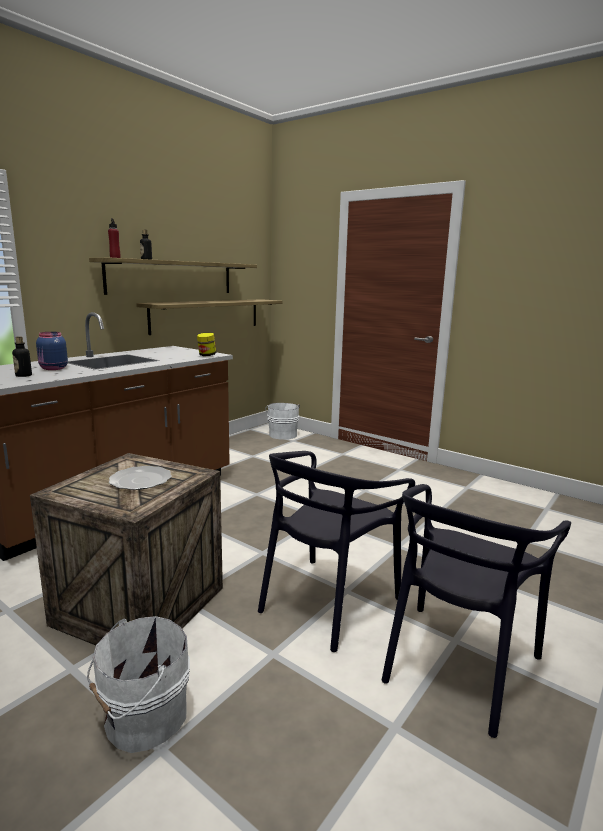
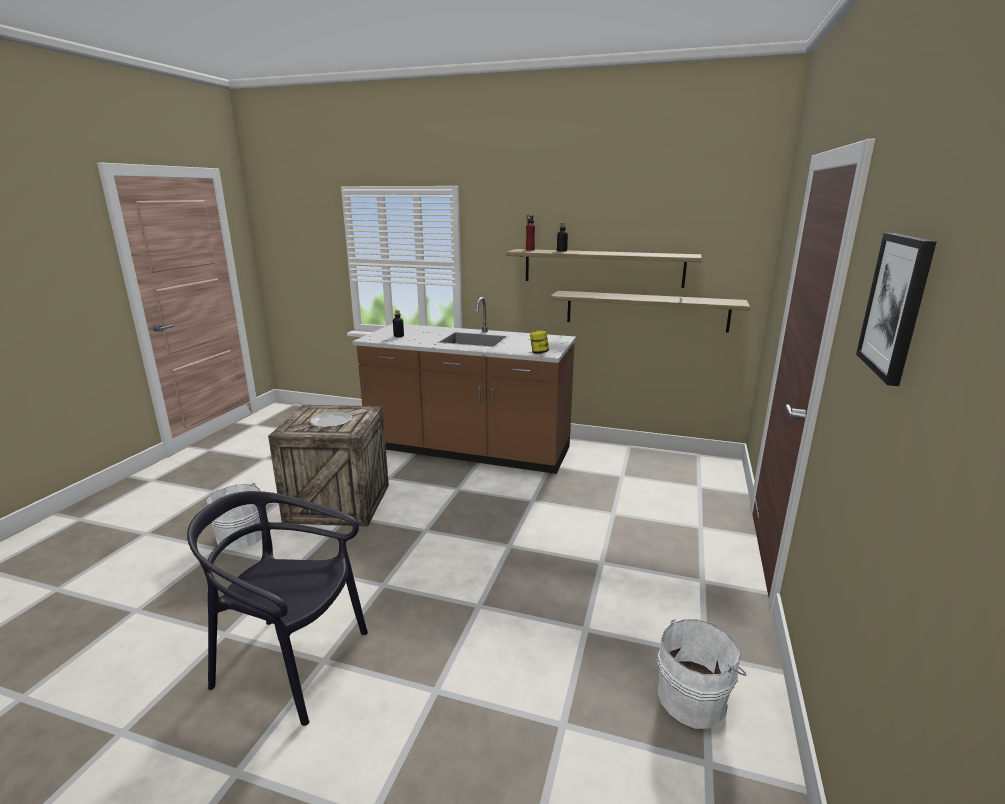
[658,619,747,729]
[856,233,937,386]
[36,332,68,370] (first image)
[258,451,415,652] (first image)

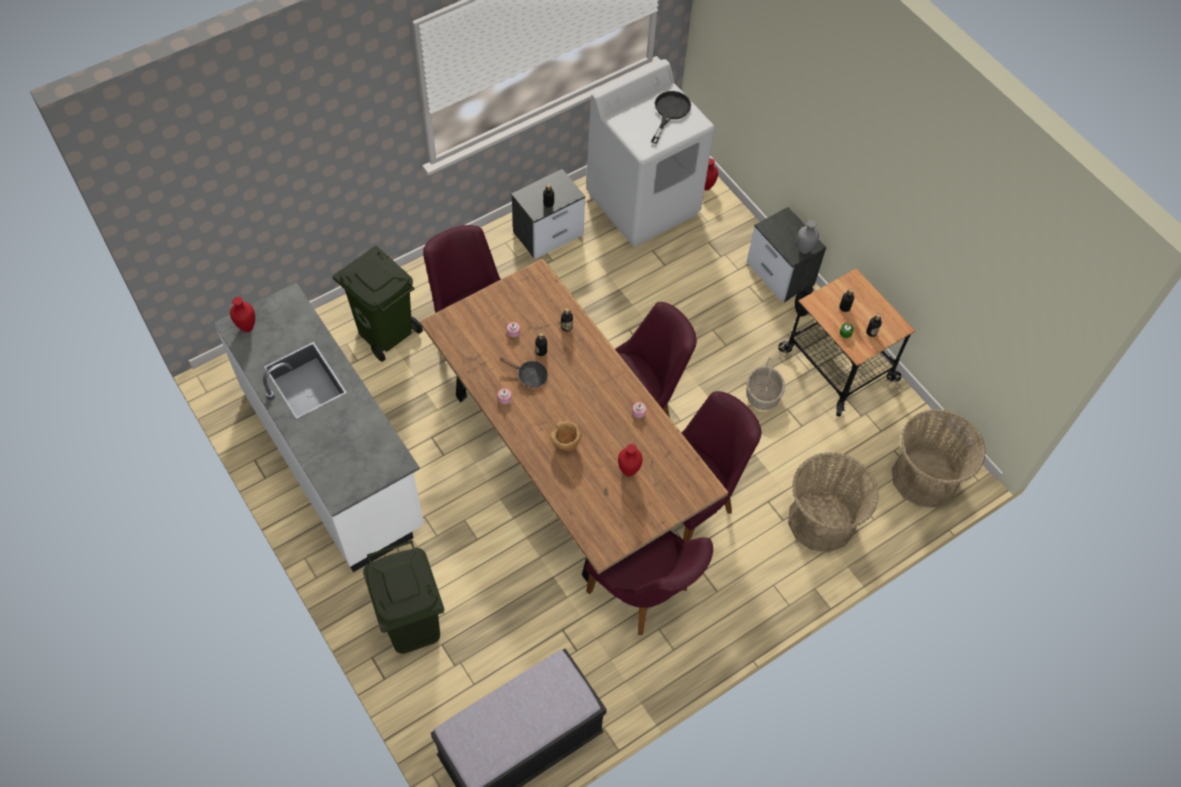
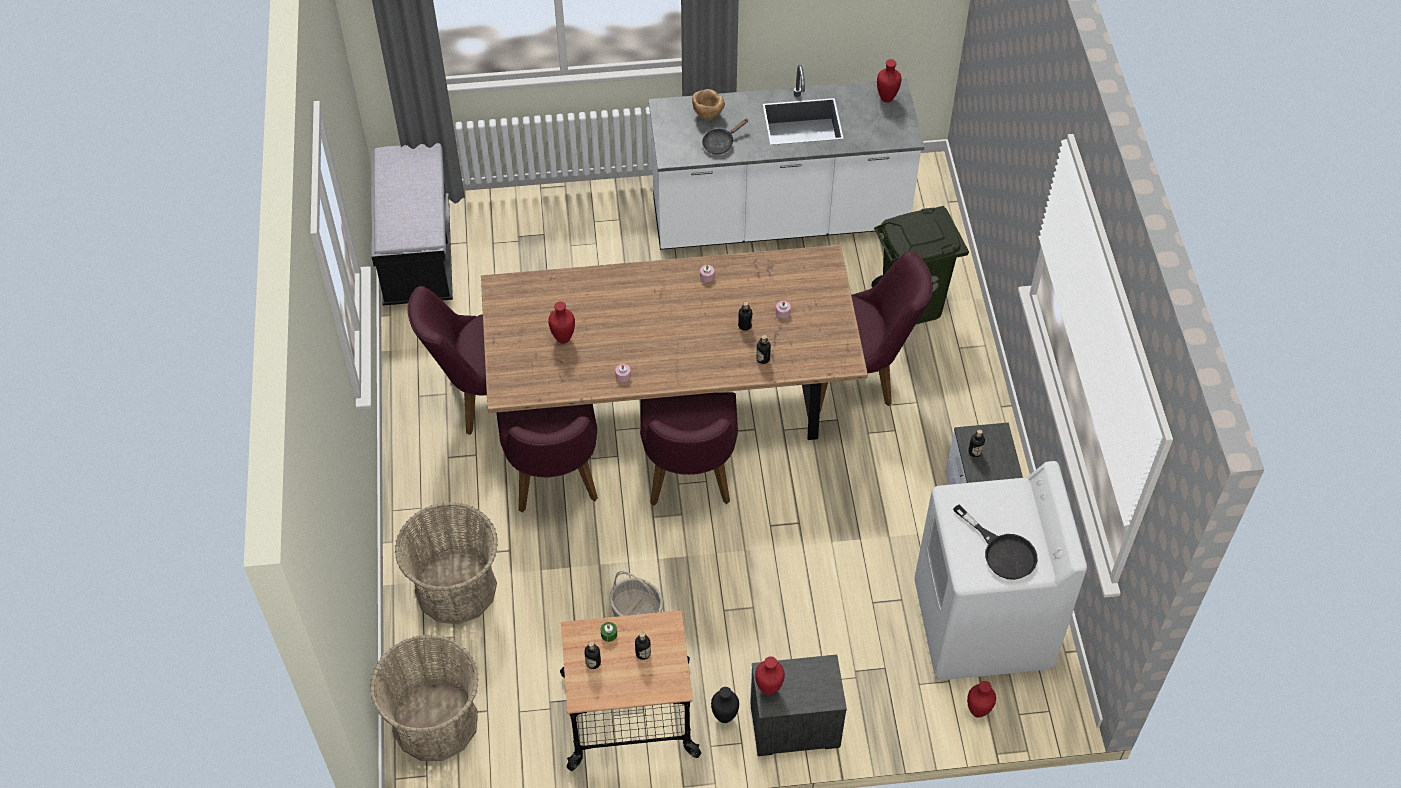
[692,89,725,120]
[702,119,748,155]
[755,656,785,695]
[363,540,444,654] (first image)

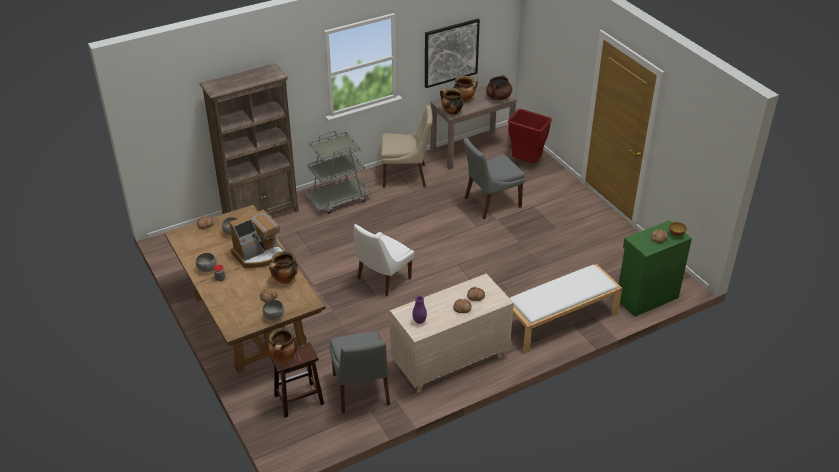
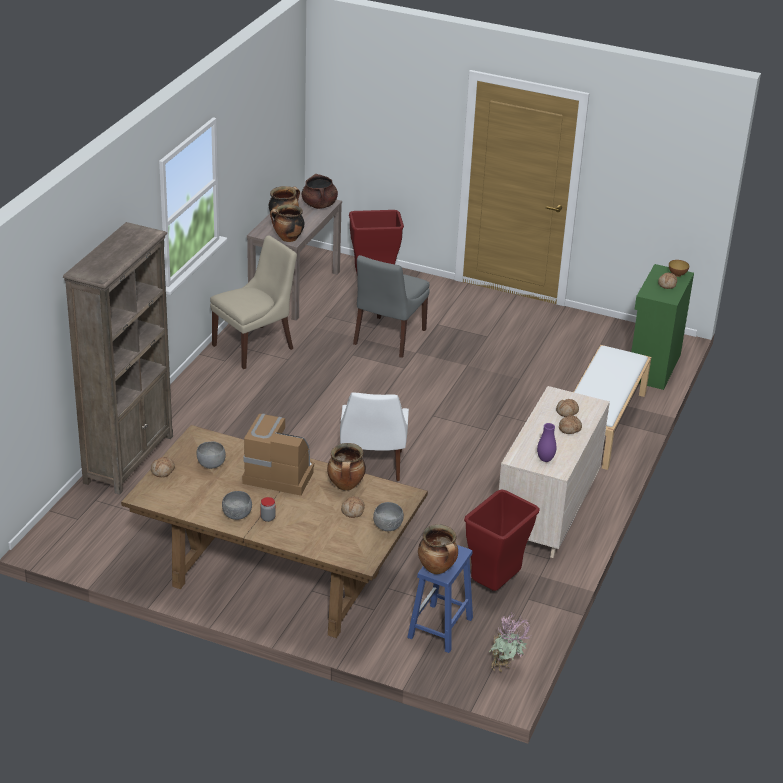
[242,413,314,496]
[407,545,473,653]
[464,489,540,591]
[489,611,530,672]
[305,130,371,214] (first image)
[425,19,480,88] (first image)

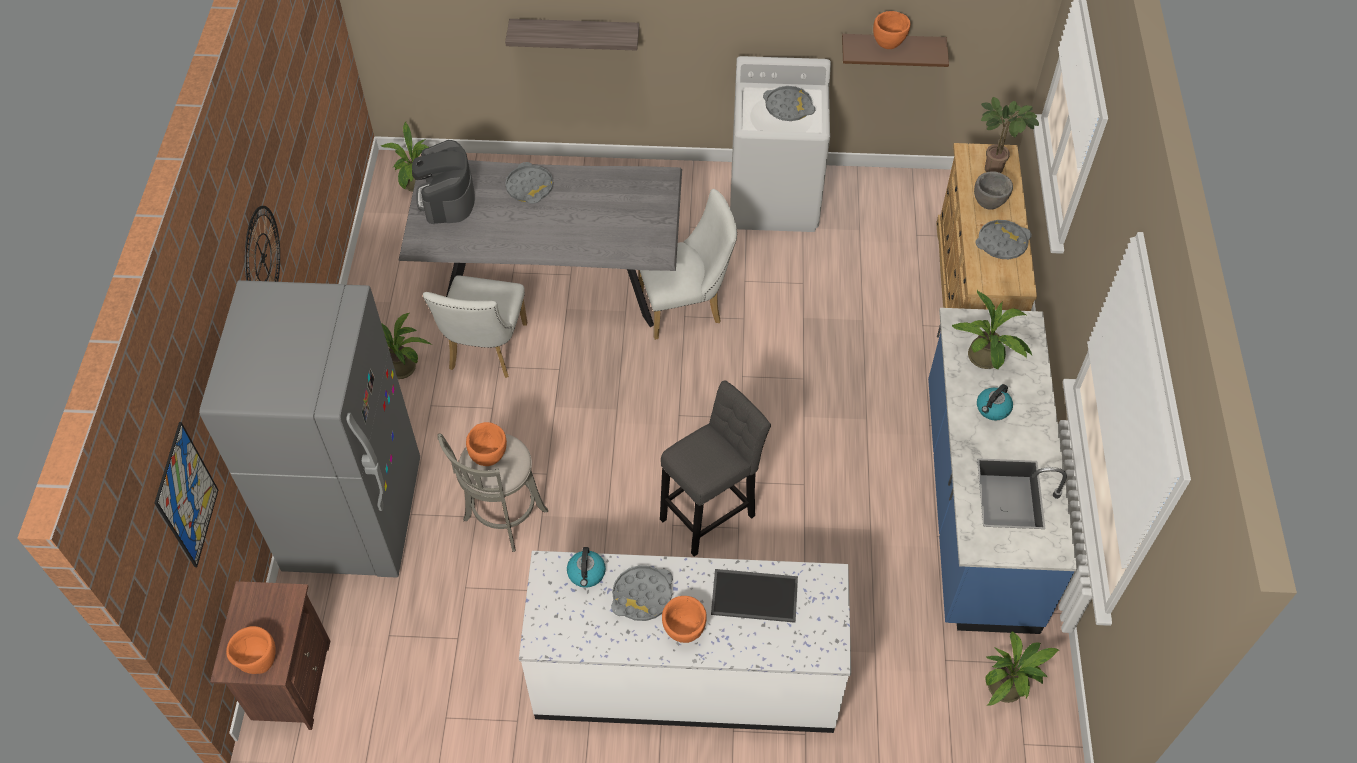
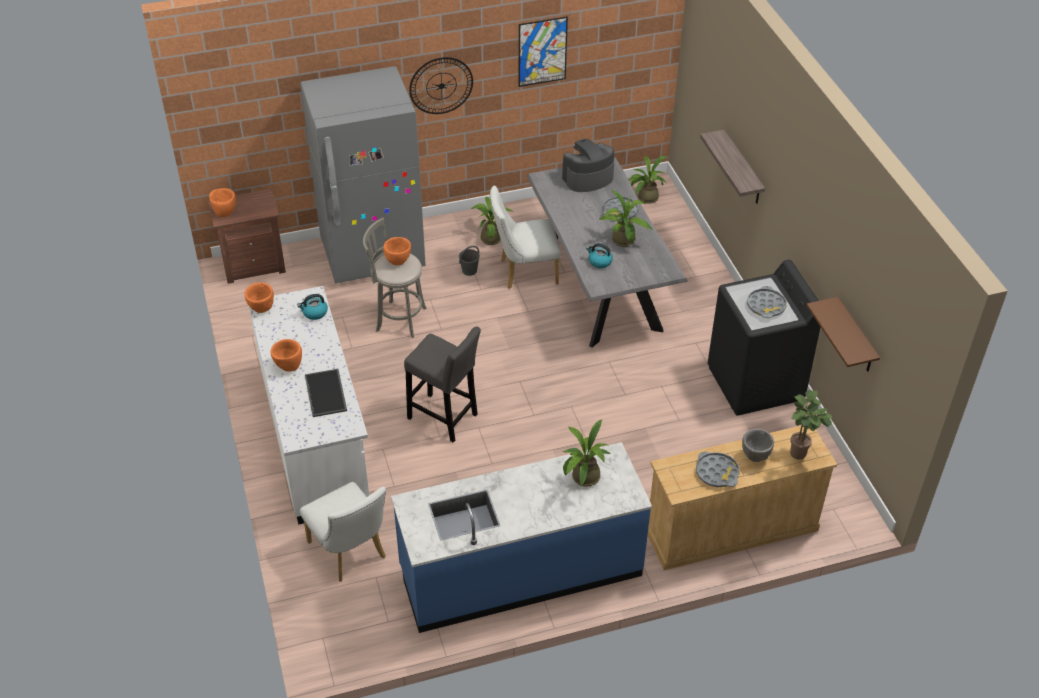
[244,282,274,313]
[300,482,386,582]
[459,246,480,276]
[518,16,568,87]
[586,243,613,268]
[599,190,653,247]
[708,260,821,416]
[611,565,673,621] (first image)

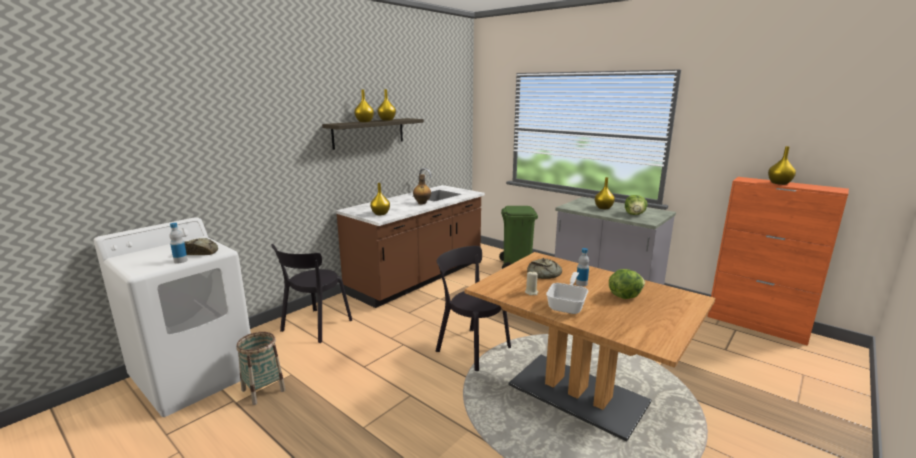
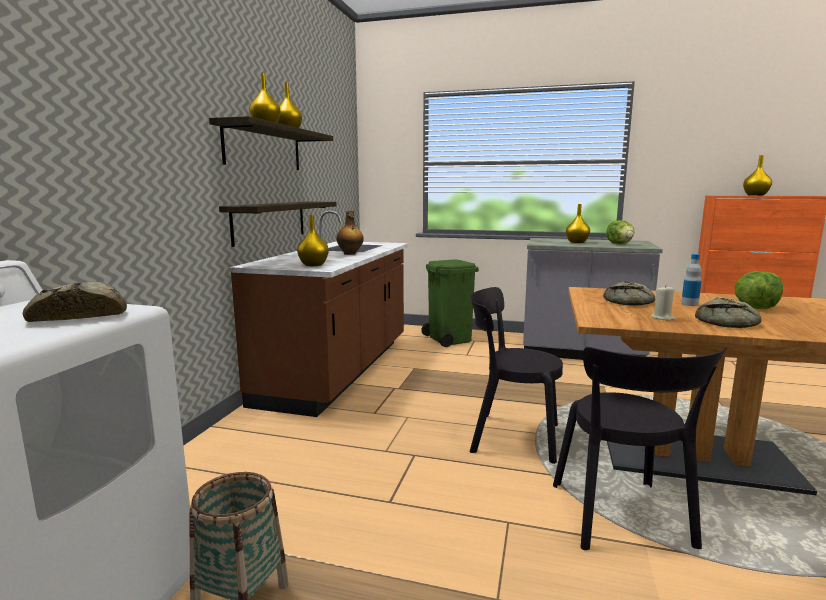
[219,202,337,247]
[553,347,727,550]
[695,297,761,328]
[169,223,188,263] (first image)

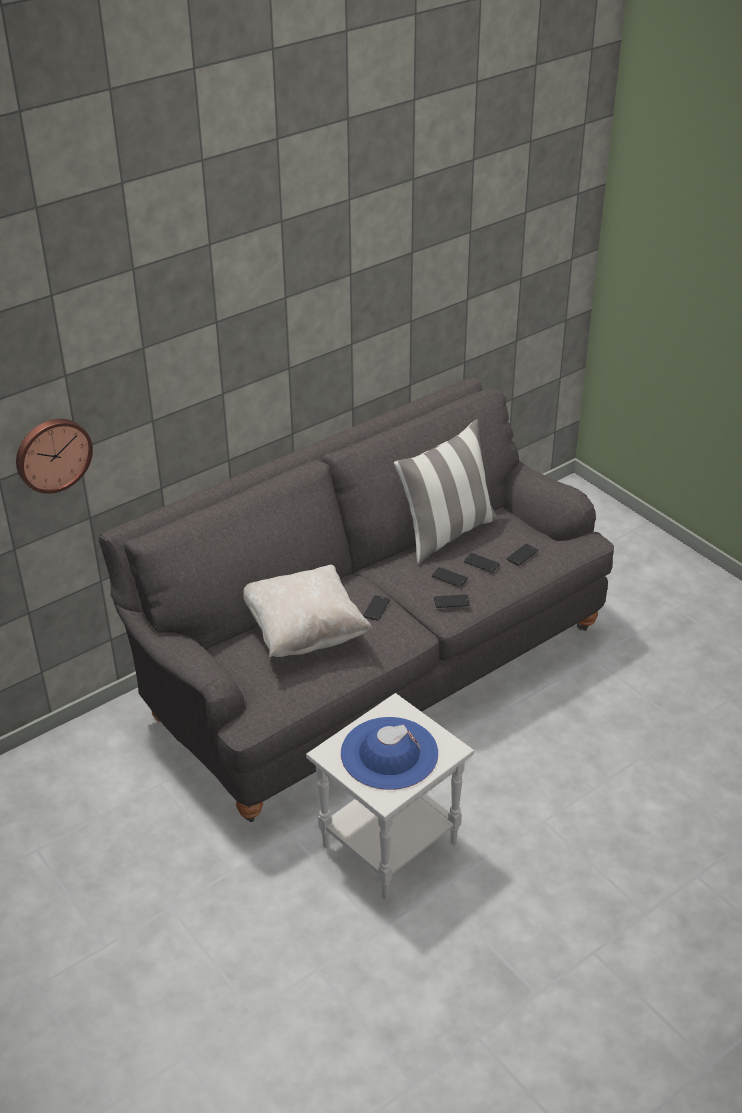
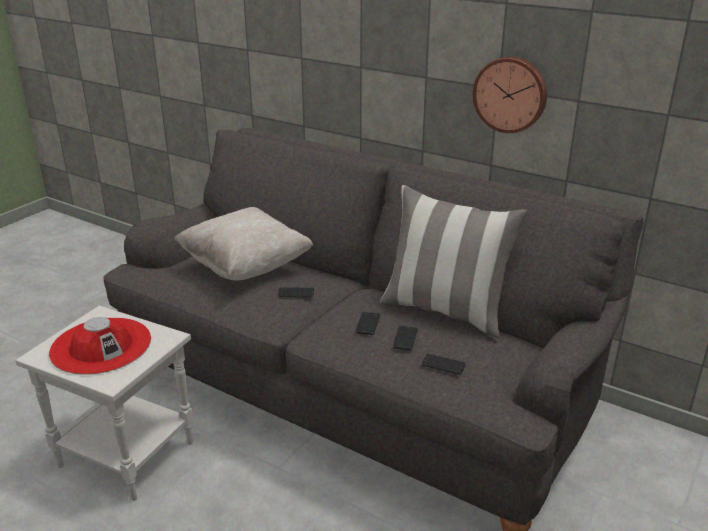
[49,317,151,375]
[473,56,547,133]
[434,594,470,608] (first image)

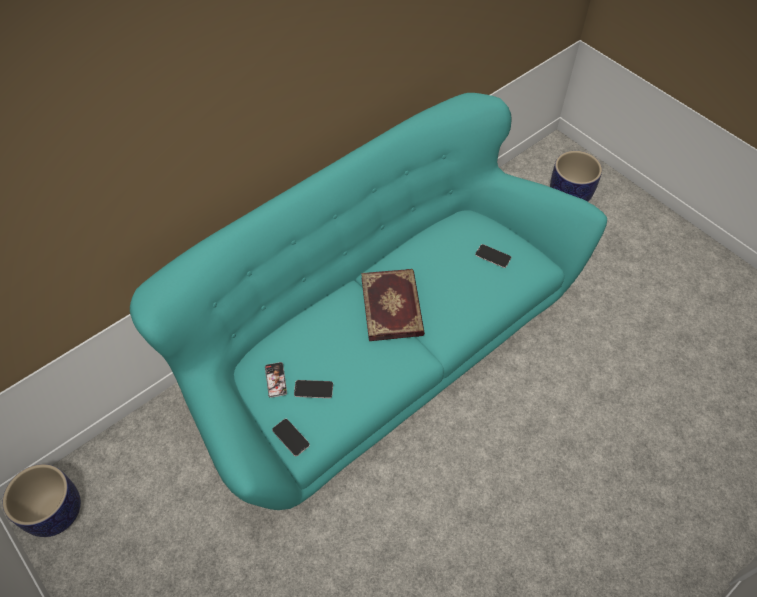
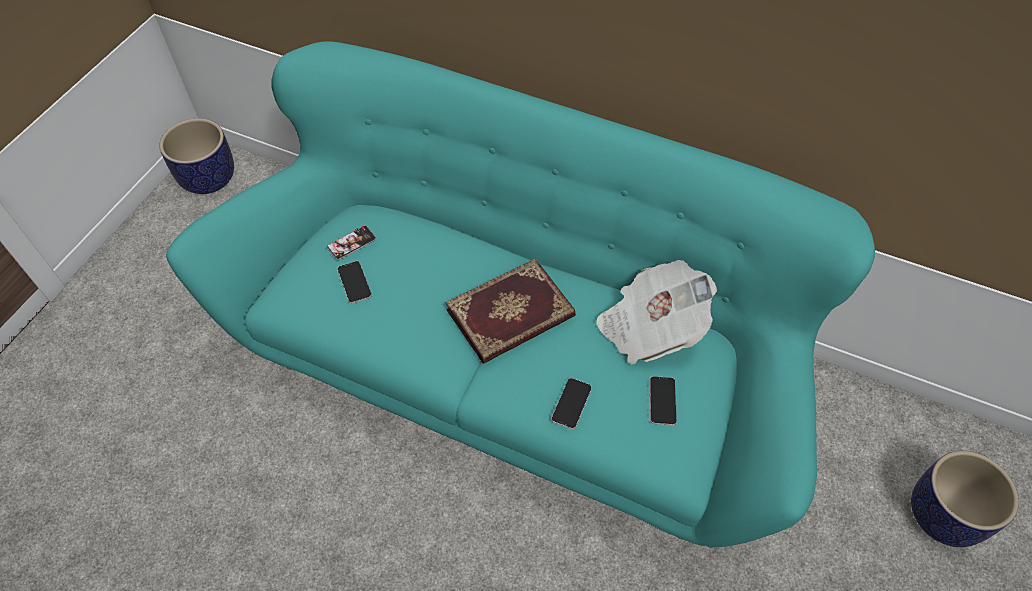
[551,378,592,429]
[596,260,717,365]

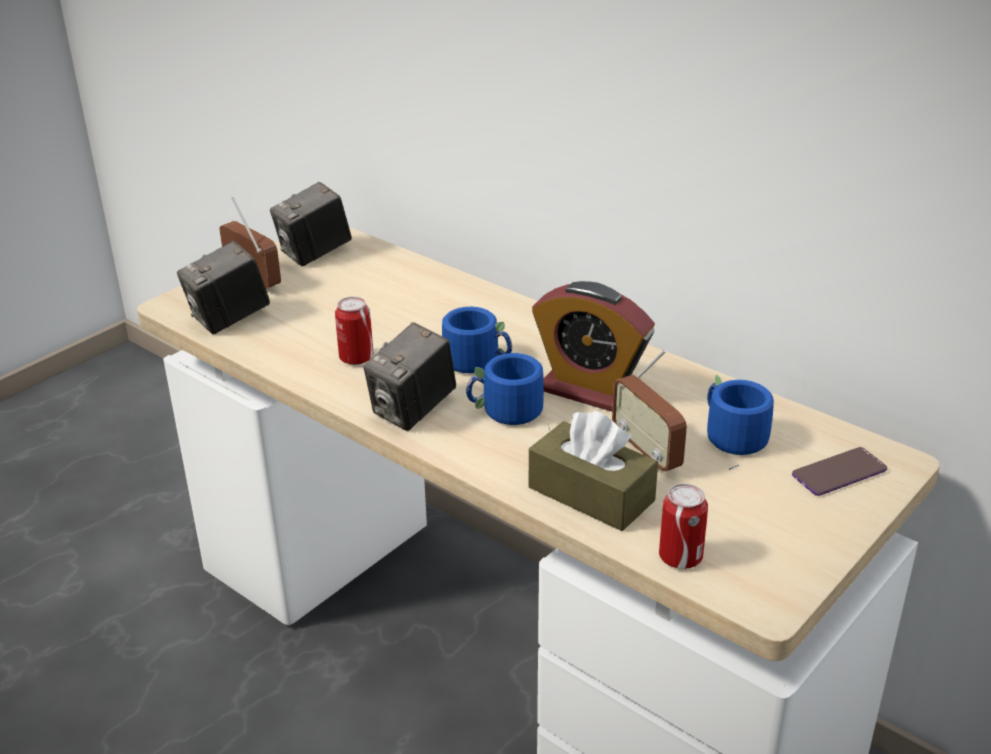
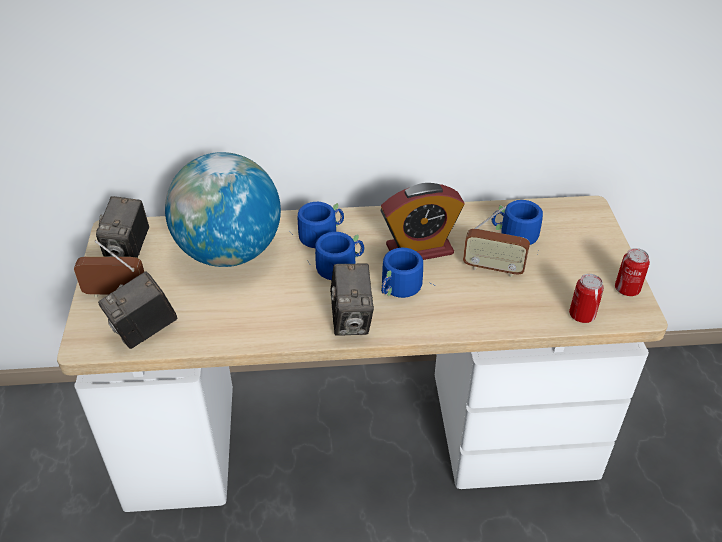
[98,271,177,349]
[165,152,281,267]
[290,202,344,248]
[615,248,650,296]
[529,411,658,531] (first image)
[792,447,887,496] (first image)

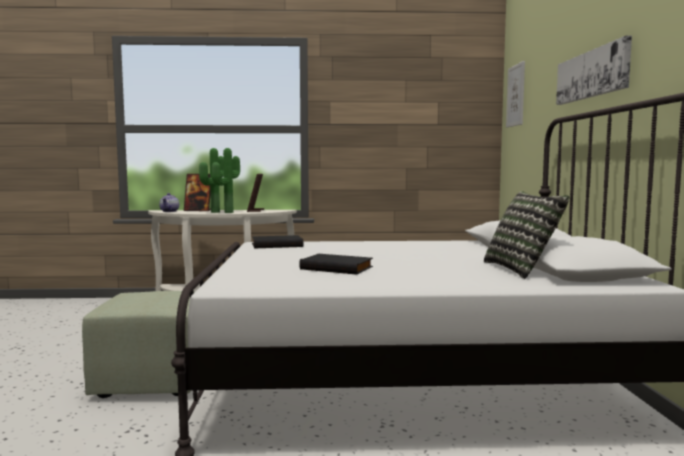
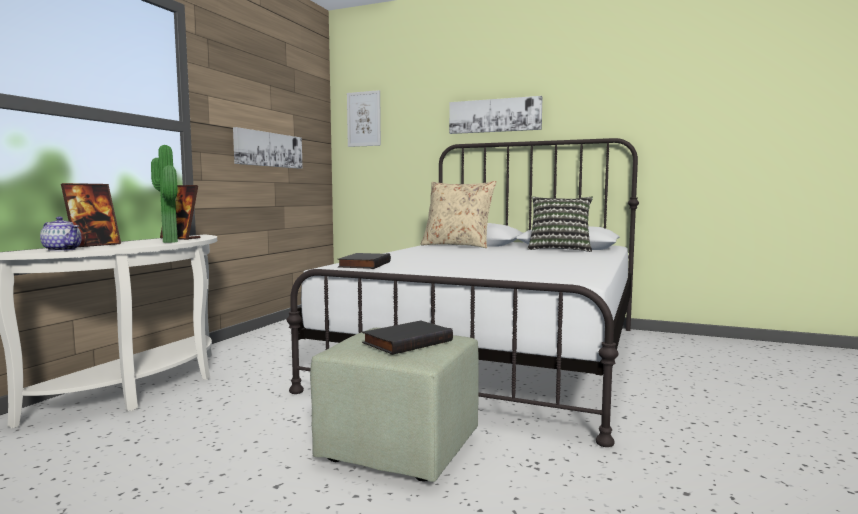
[233,127,303,169]
[362,321,453,355]
[420,181,496,248]
[199,148,224,213] (first image)

